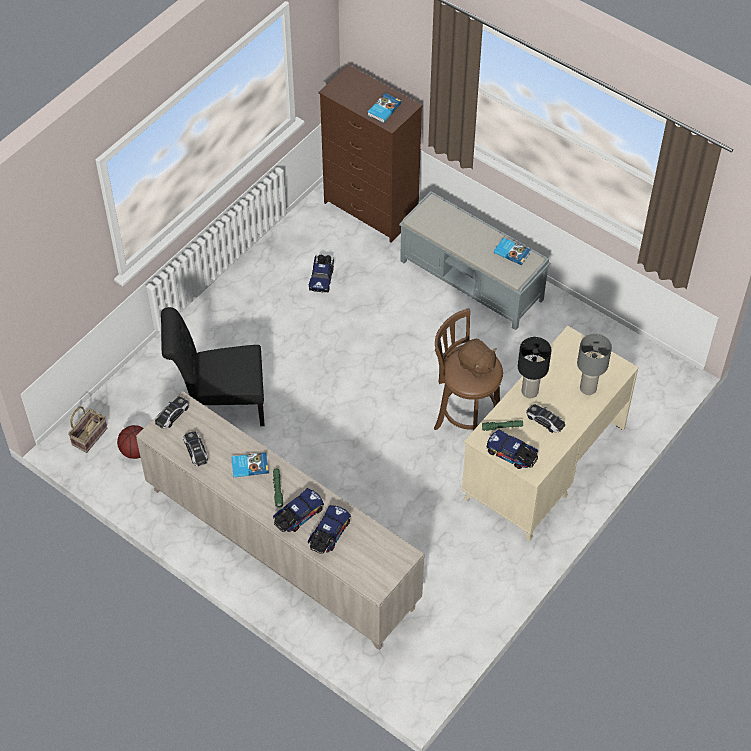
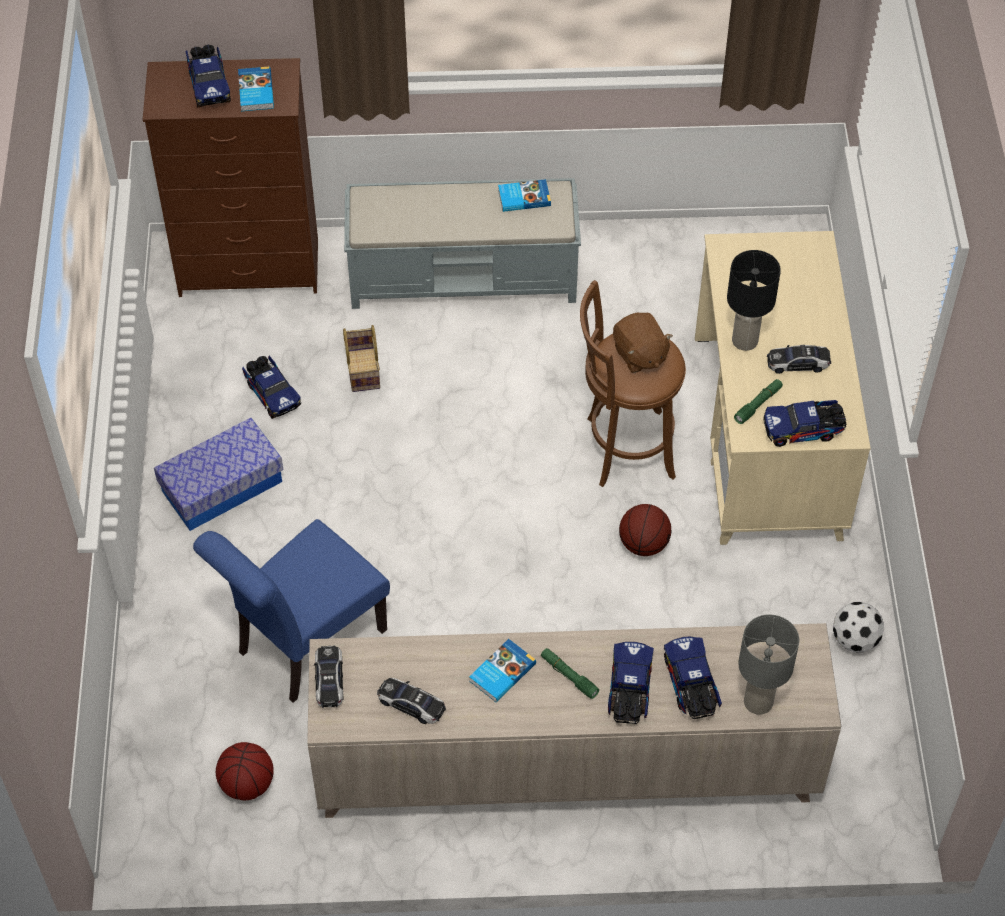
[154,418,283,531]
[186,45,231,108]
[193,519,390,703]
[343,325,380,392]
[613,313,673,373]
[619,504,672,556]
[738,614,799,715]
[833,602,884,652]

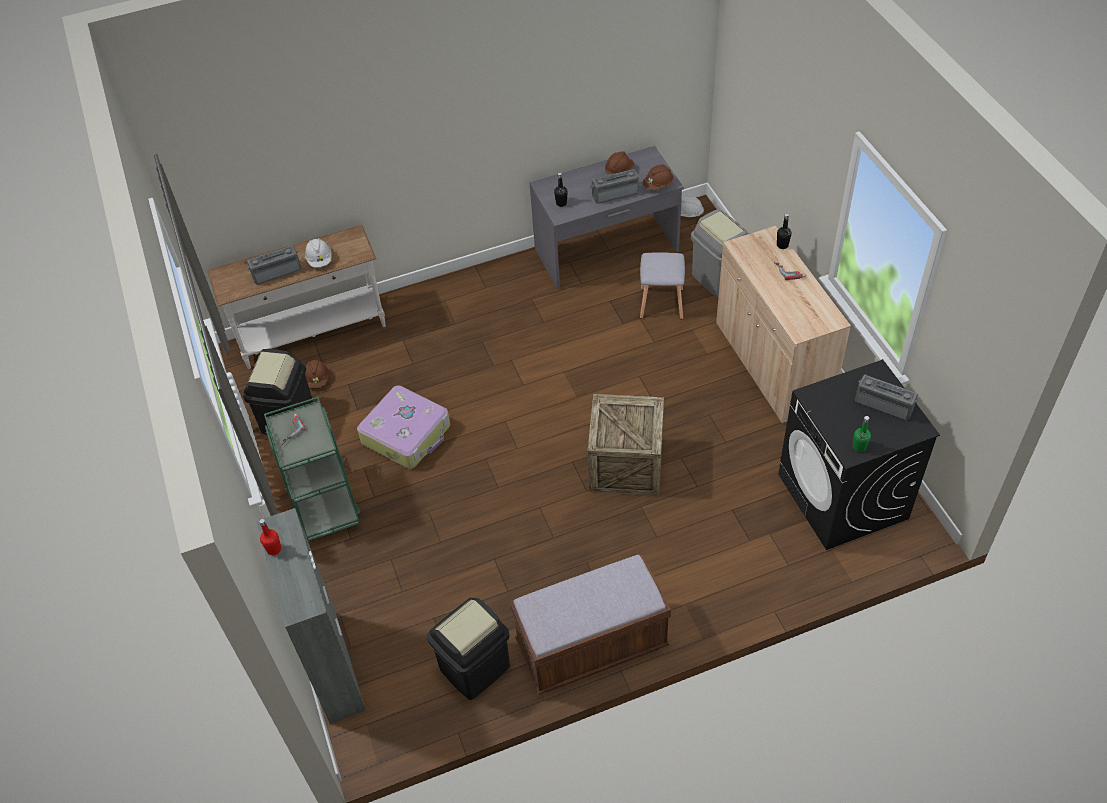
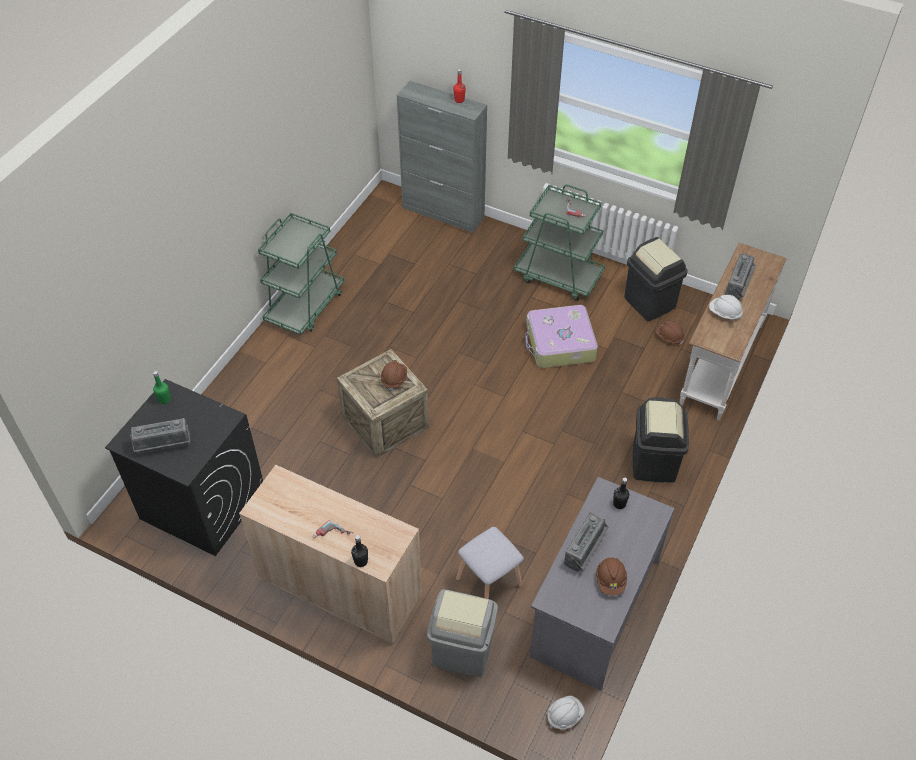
[258,213,344,335]
[381,360,407,392]
[633,398,689,483]

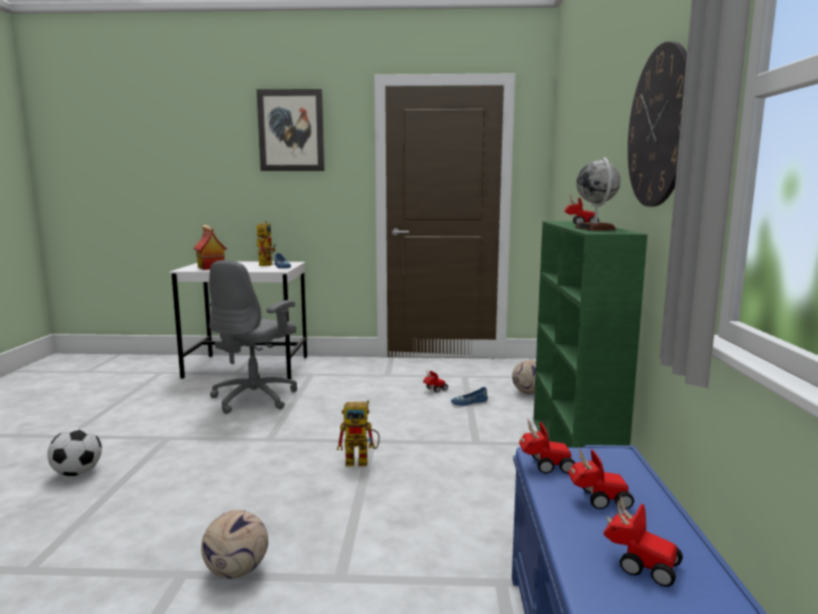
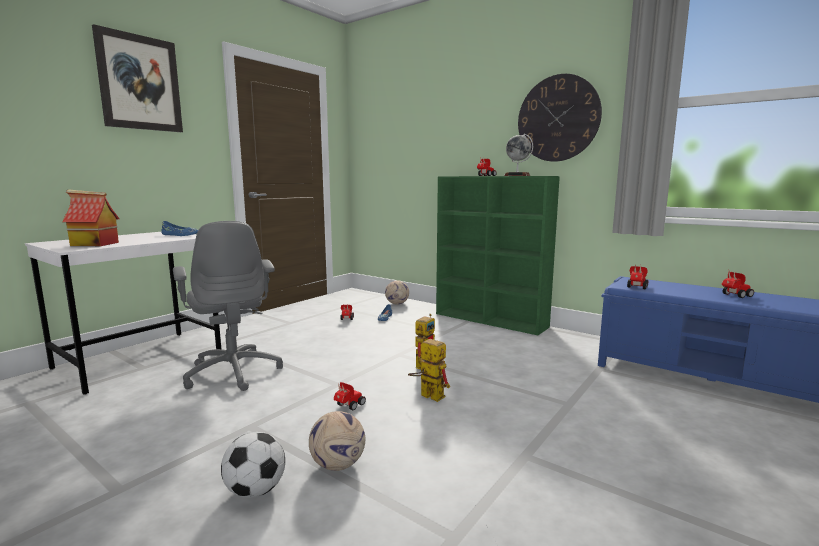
[309,411,365,471]
[334,382,366,410]
[408,336,450,402]

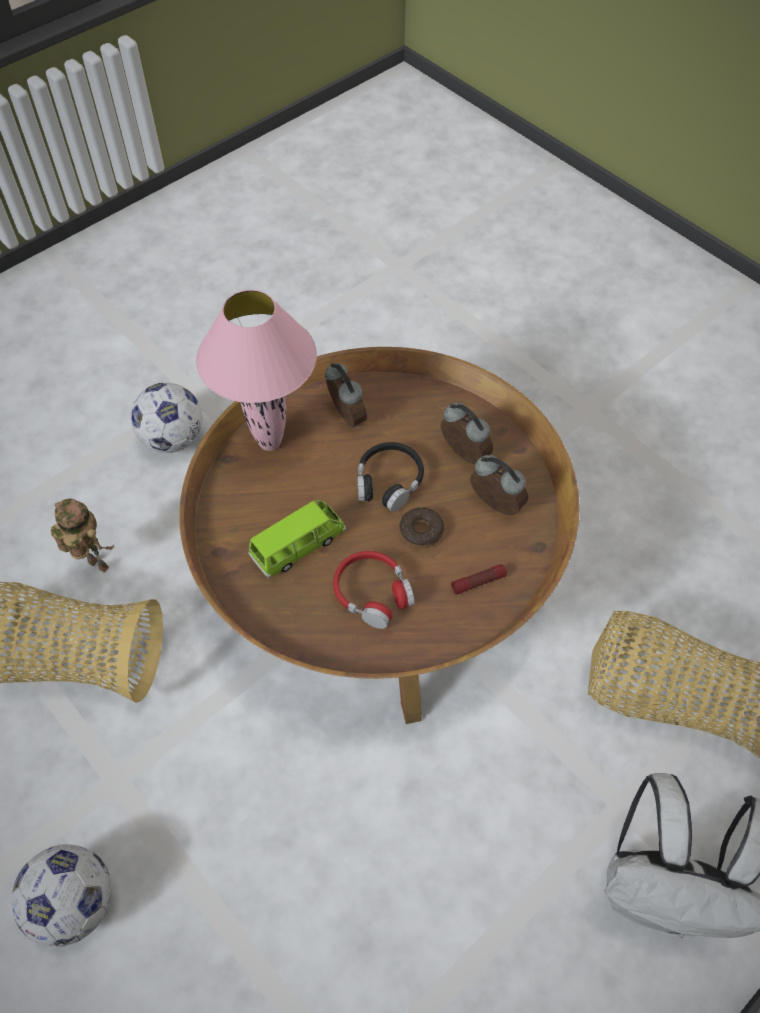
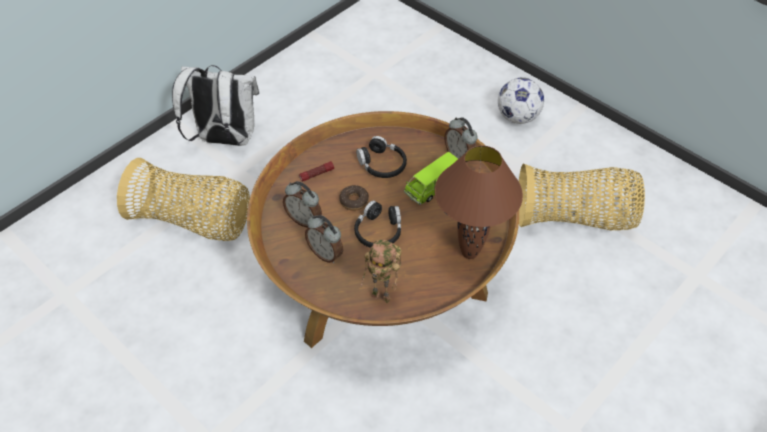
[356,136,407,178]
[361,240,401,304]
[435,145,523,259]
[444,117,478,162]
[131,383,203,453] (first image)

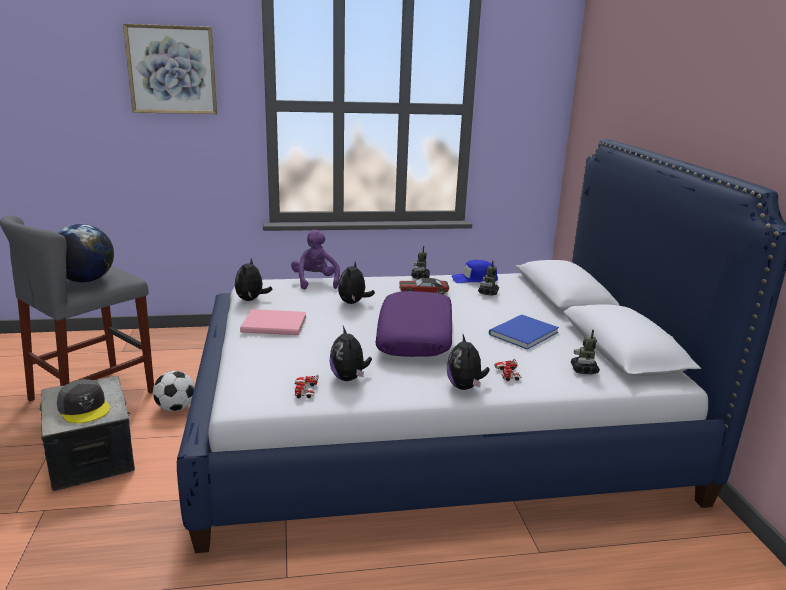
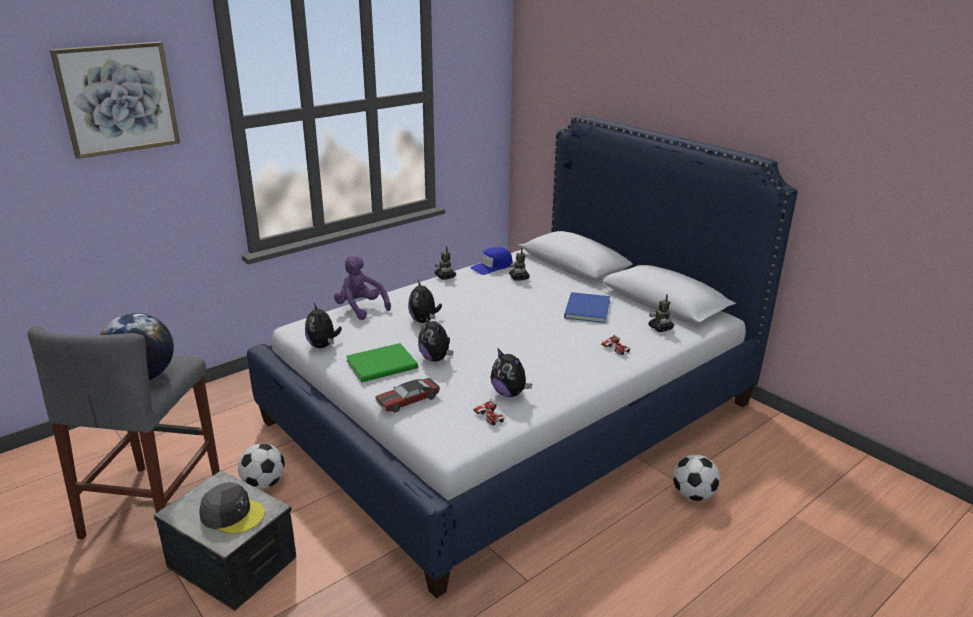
[346,343,418,382]
[375,378,440,413]
[418,315,453,362]
[673,454,720,501]
[376,291,452,357] (first image)

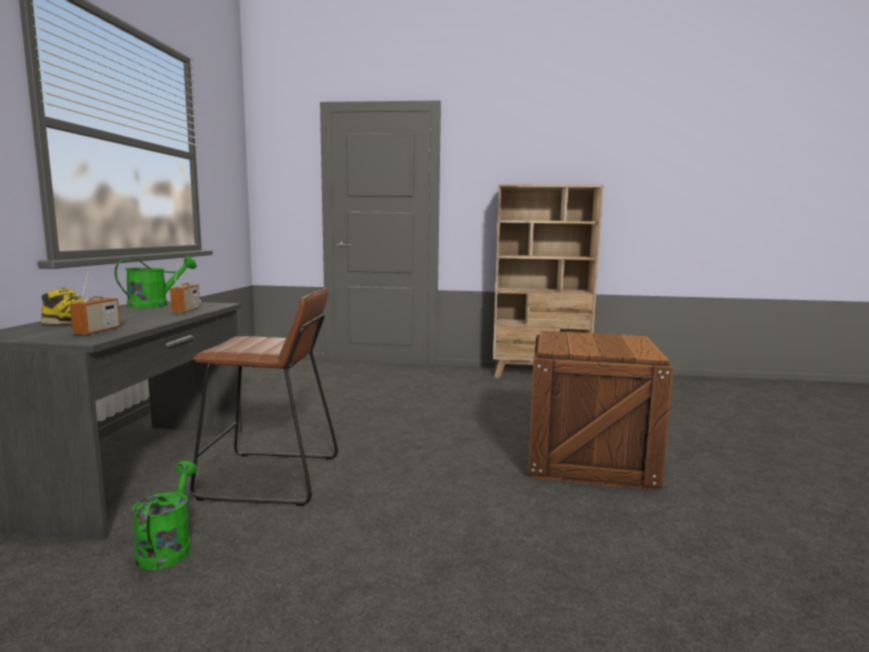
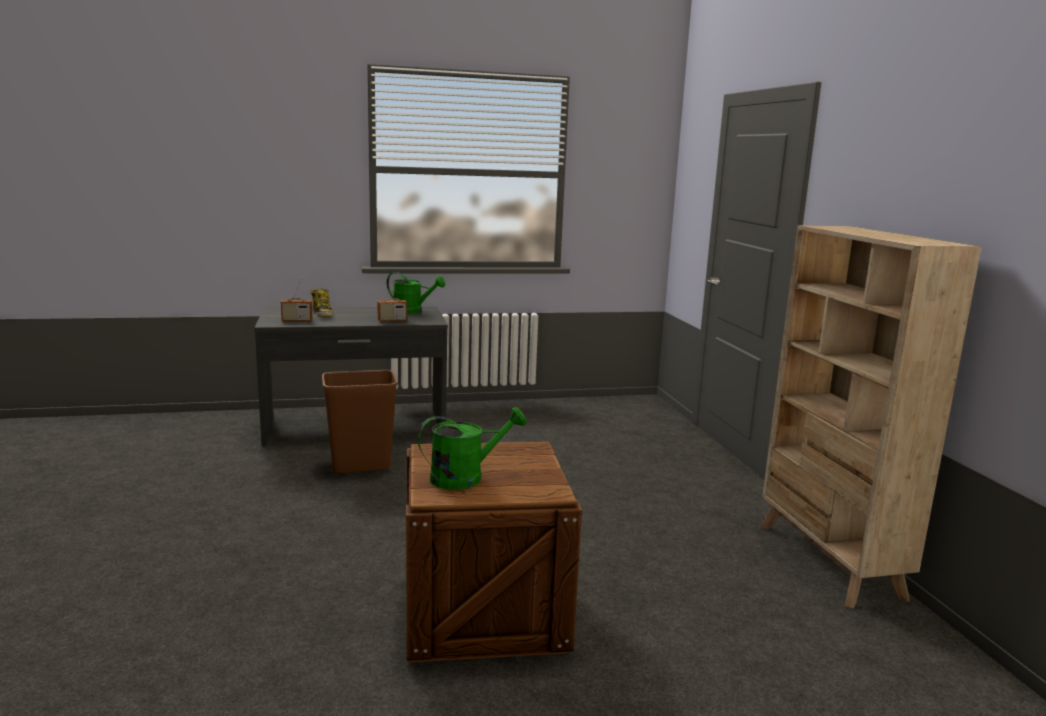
[322,370,398,473]
[417,407,527,490]

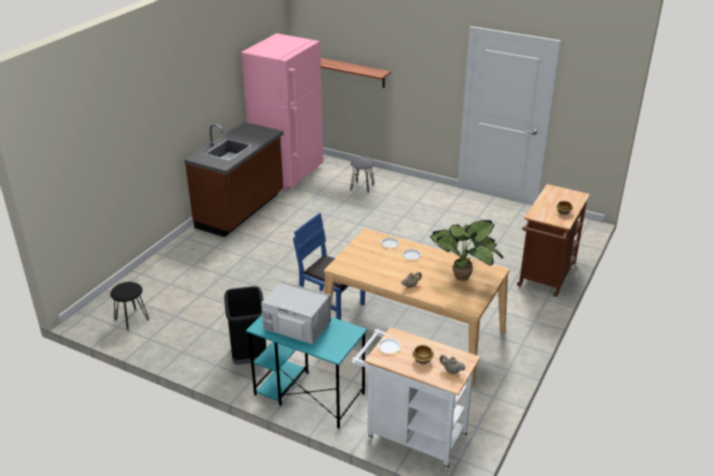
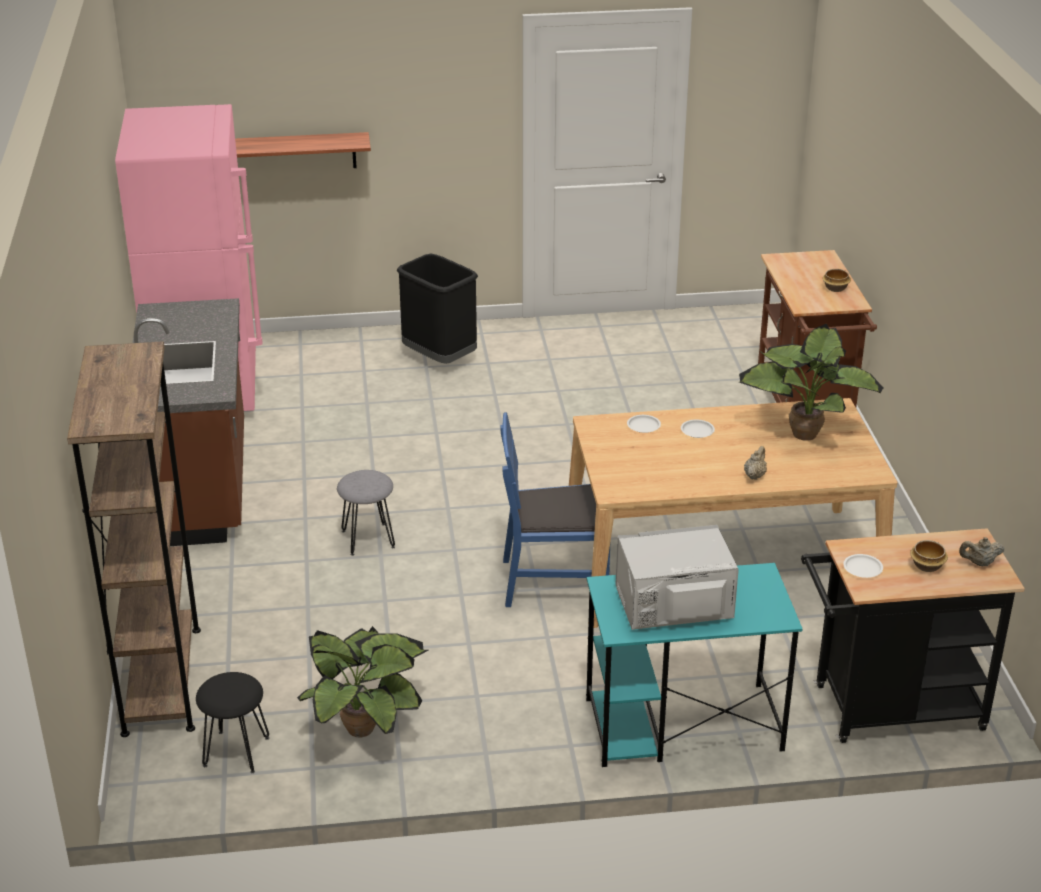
[67,341,201,737]
[297,626,428,737]
[337,470,395,556]
[397,254,478,364]
[801,528,1025,743]

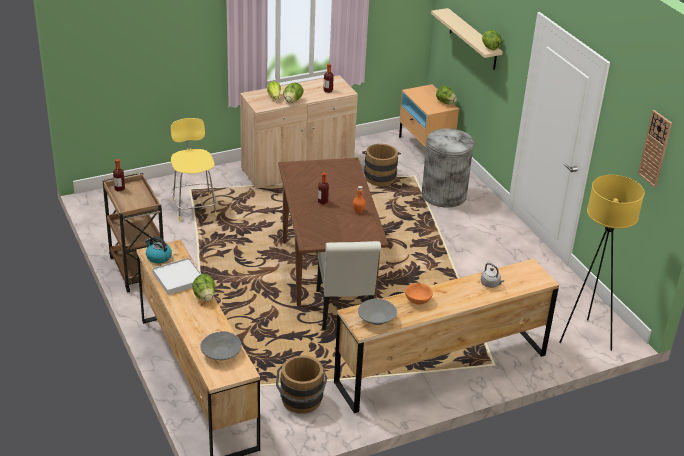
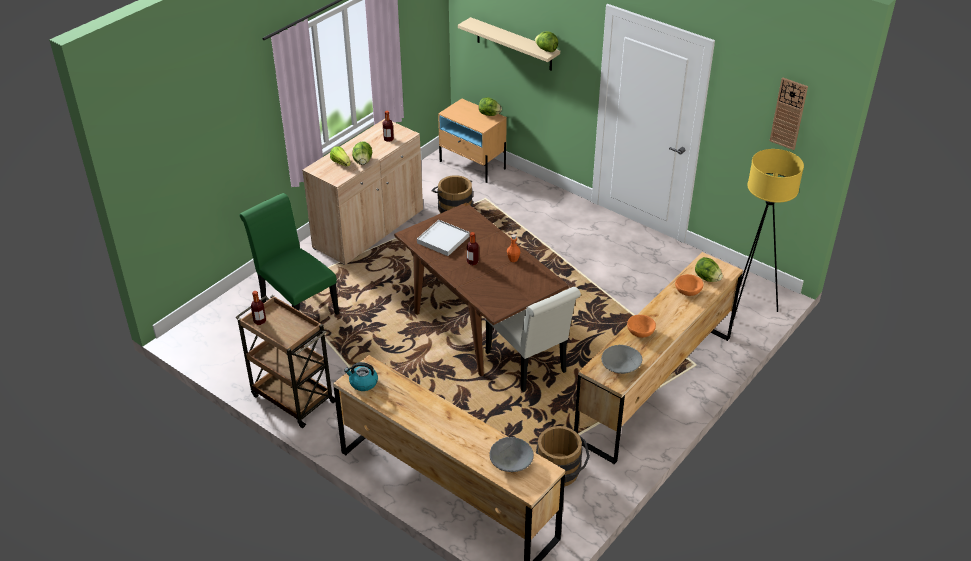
[239,193,339,315]
[417,220,469,256]
[675,274,703,296]
[695,257,723,282]
[422,128,475,208] (first image)

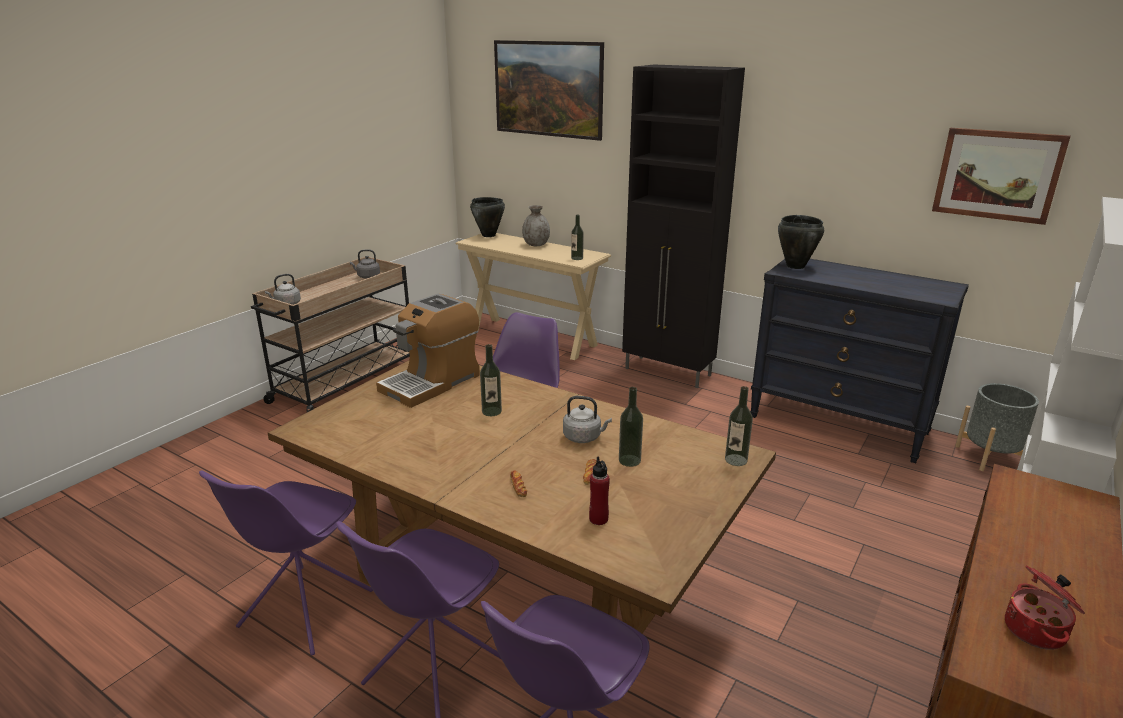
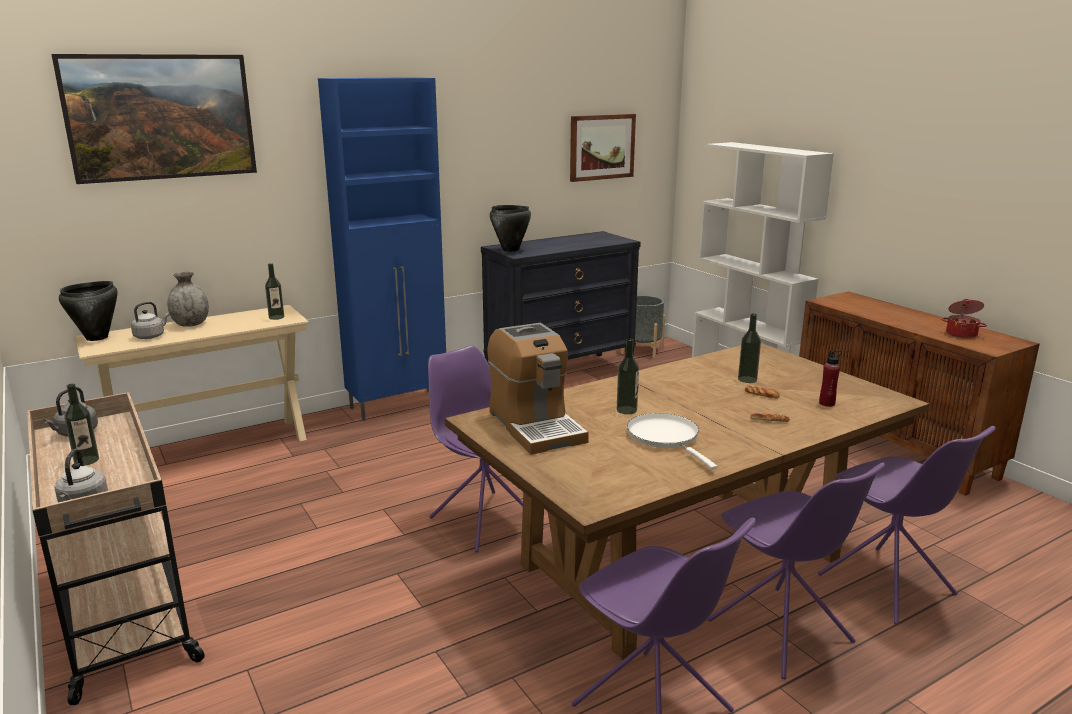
[64,384,99,466]
[131,302,169,339]
[318,77,446,421]
[627,413,717,470]

